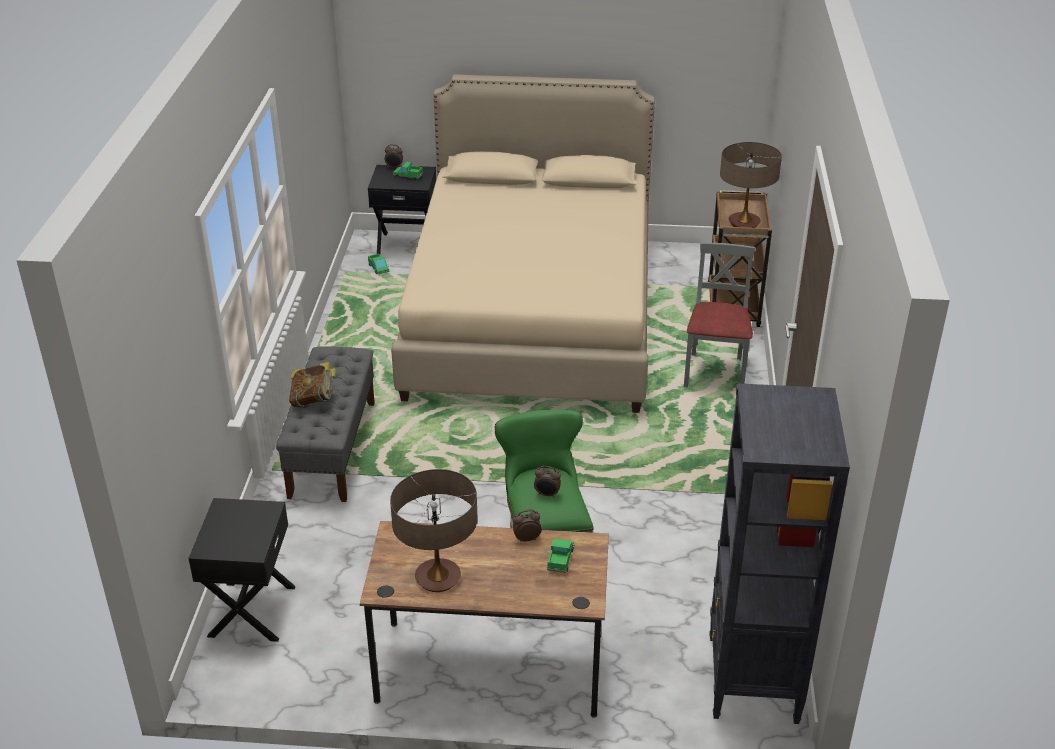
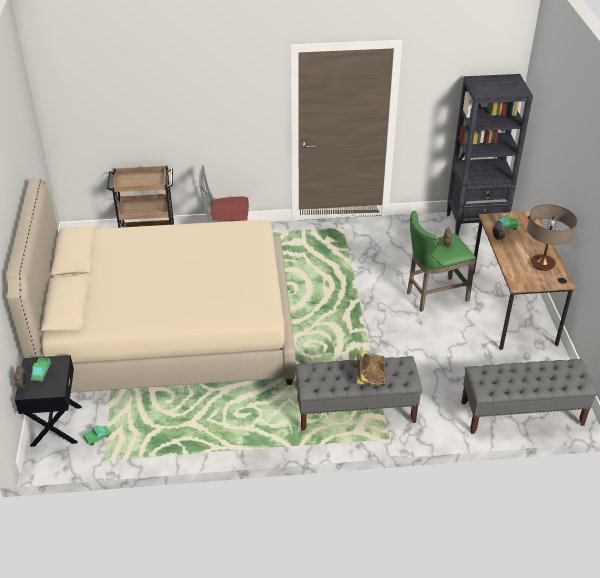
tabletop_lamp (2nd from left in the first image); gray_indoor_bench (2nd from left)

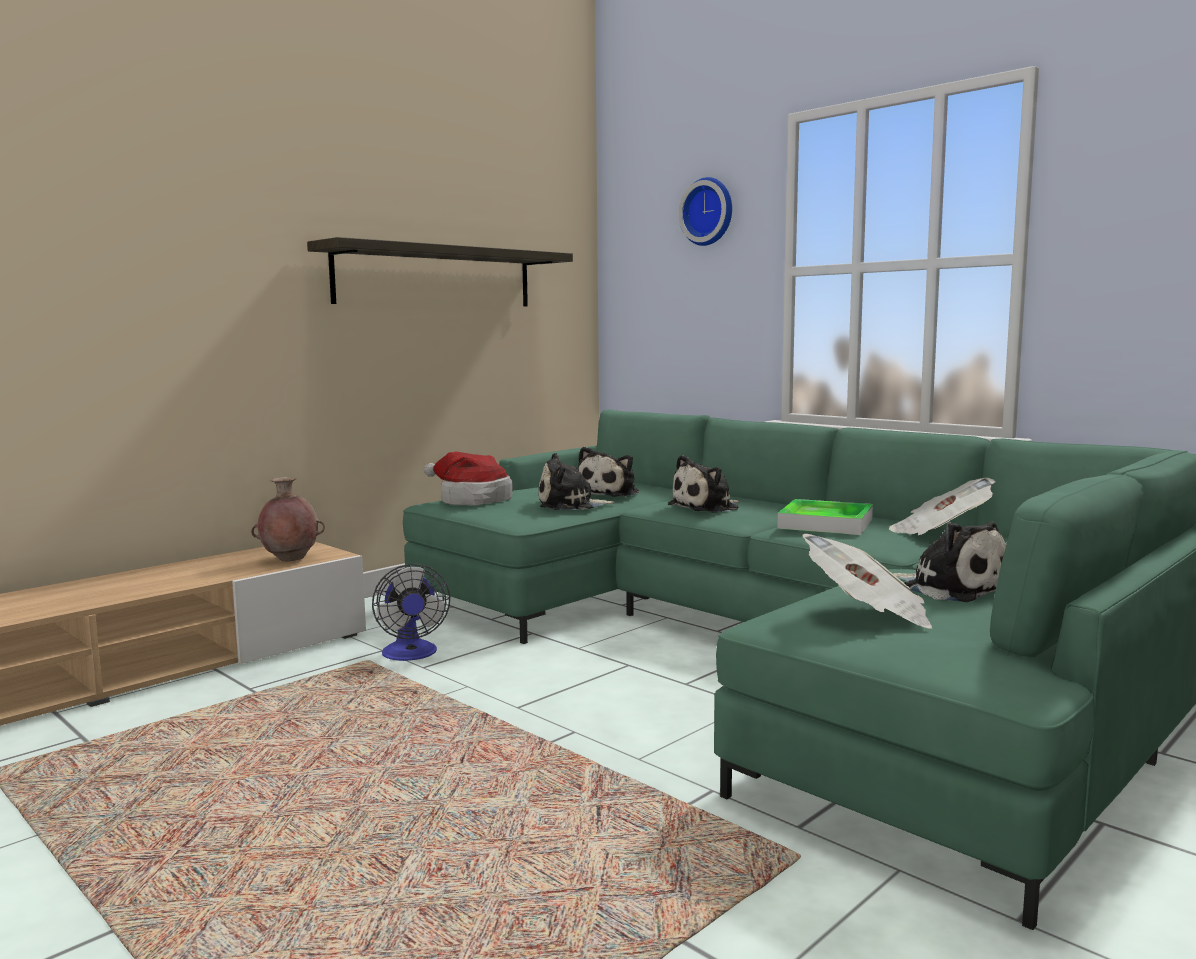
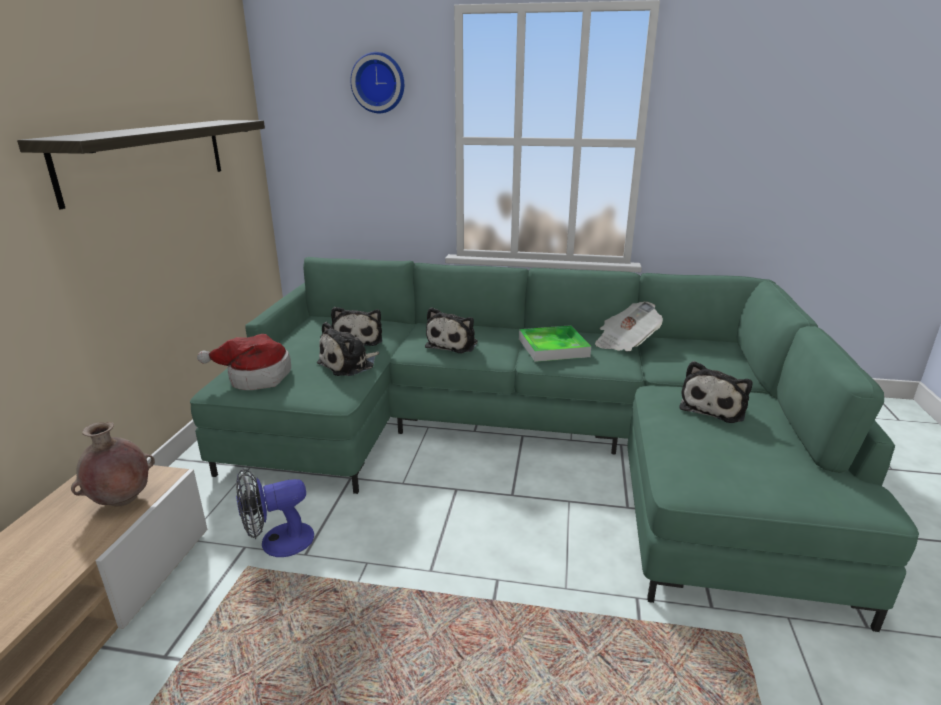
cuddly_toy (4th from left); newspaper (1st from left in the first image); fan

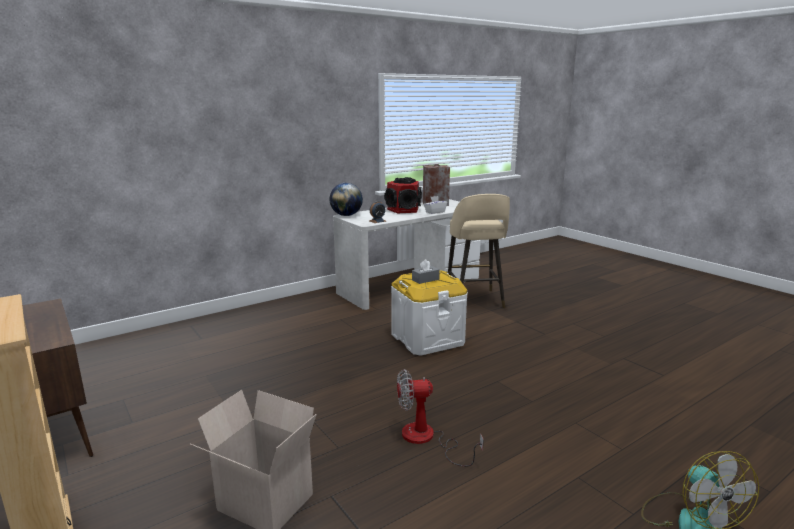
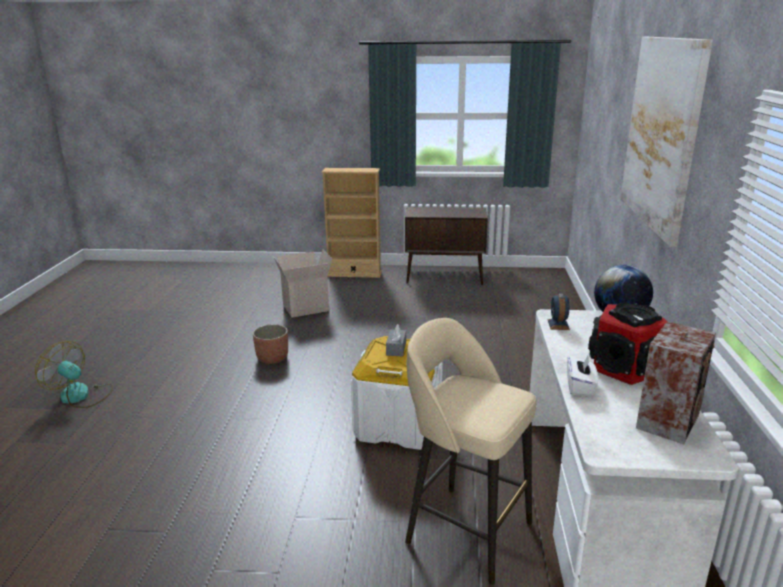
plant_pot; wall_art

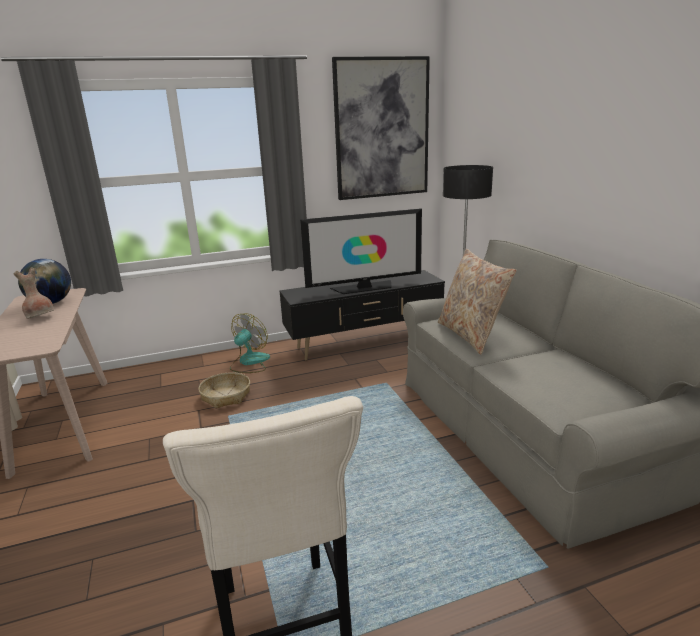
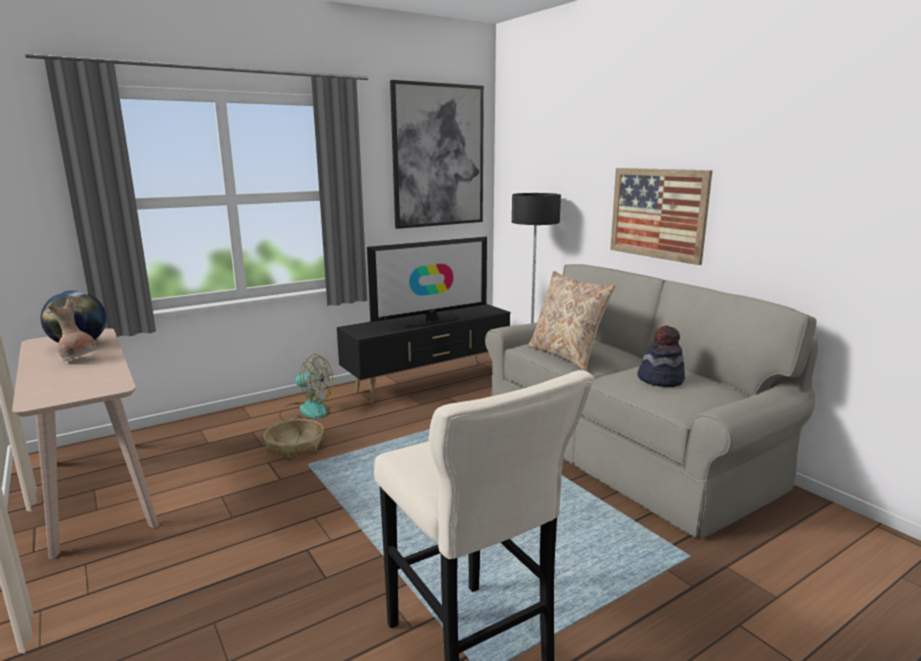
fan; wall_art (2nd from left); hat

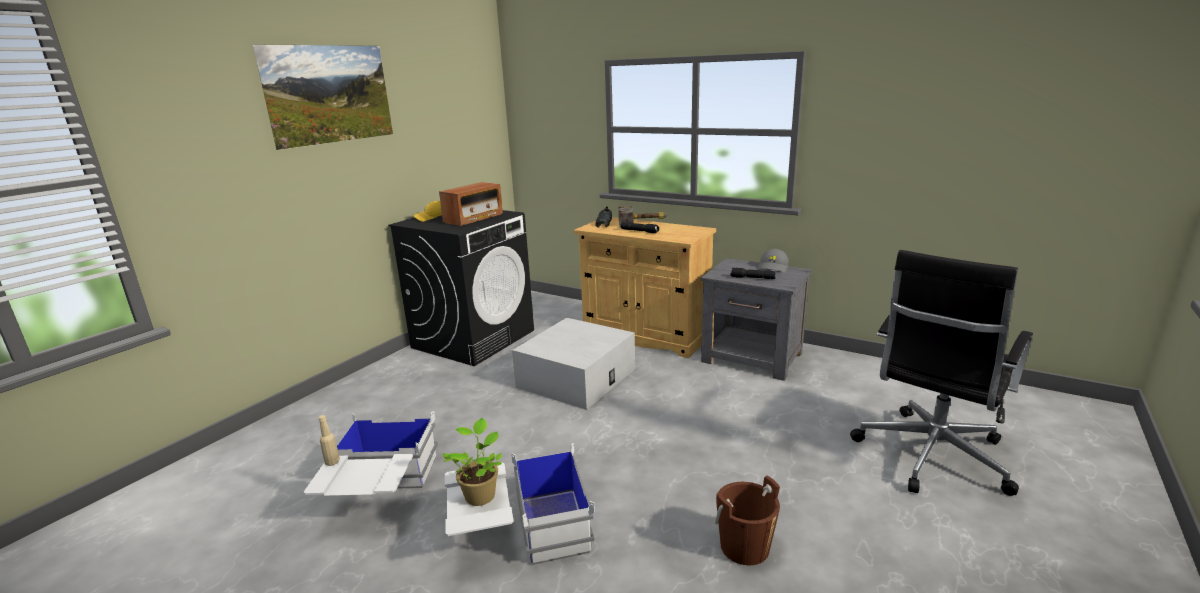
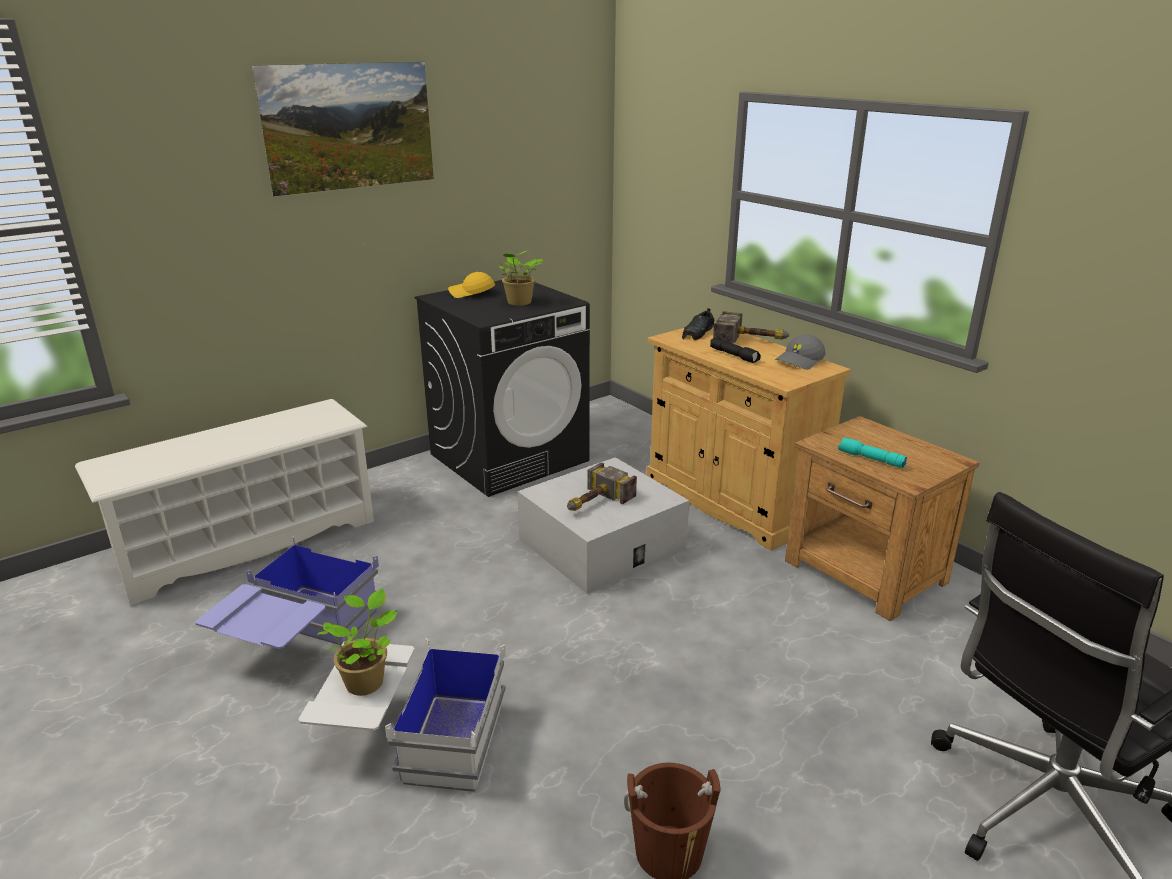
potted_plant (2nd from left); gray_peaked_cap; brown-coloured_bedside_table; blue-green_hand_torch; blue-coloured_storage_bin; beige_bottle; white_shoe_shelf; hand_hammer (1st from left)

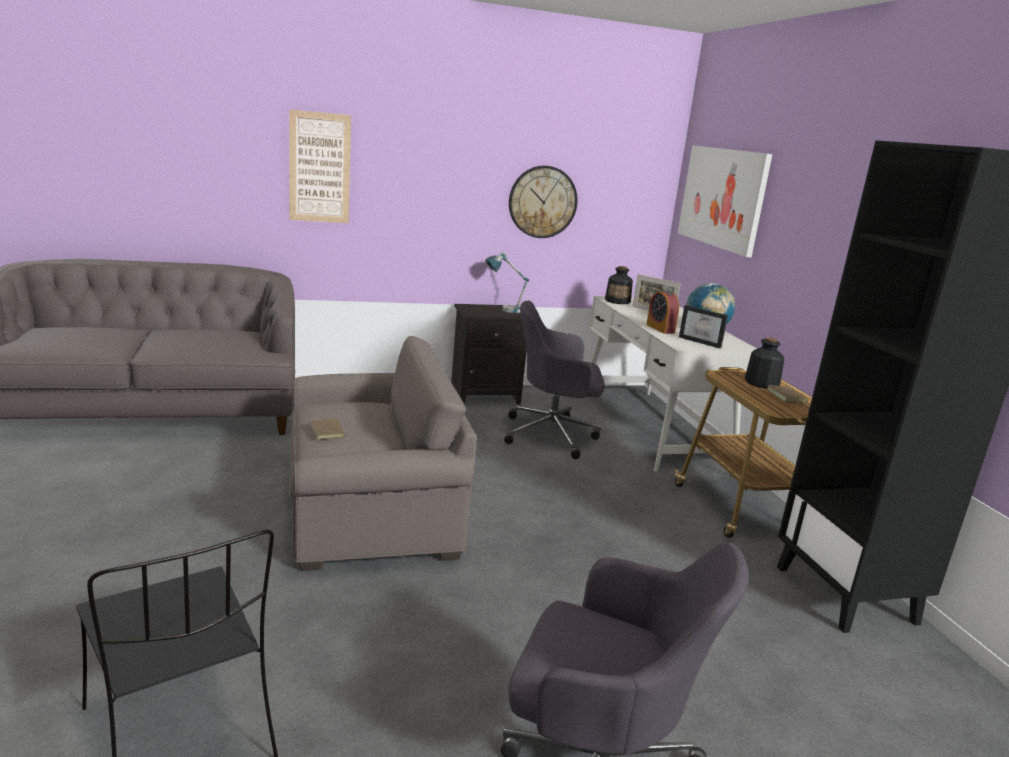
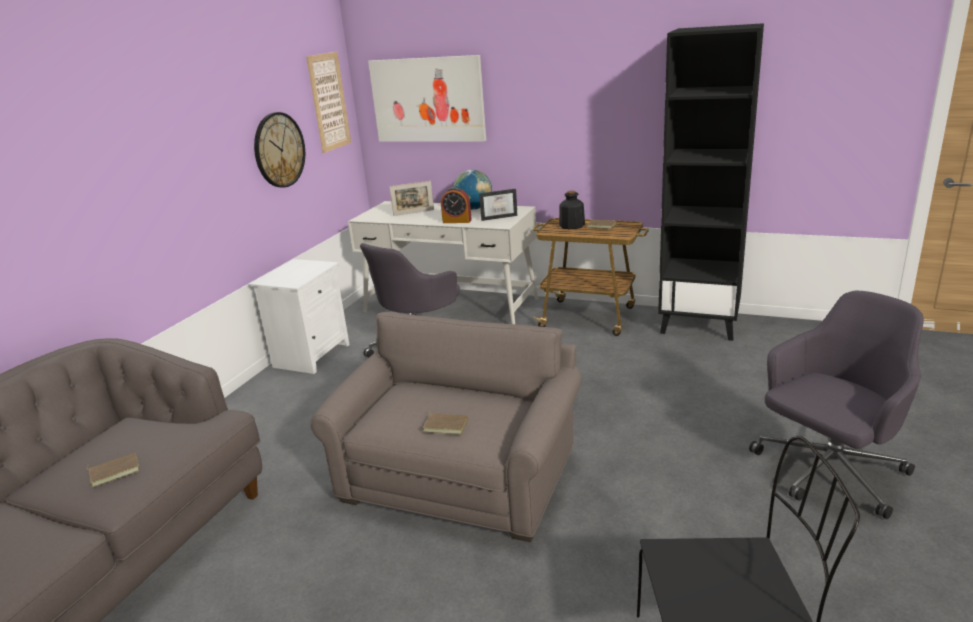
wall_art (1st from left); tabletop_lamp; bottle (1st from left in the first image); white_bedside_table; brown-coloured_book (1st from left)

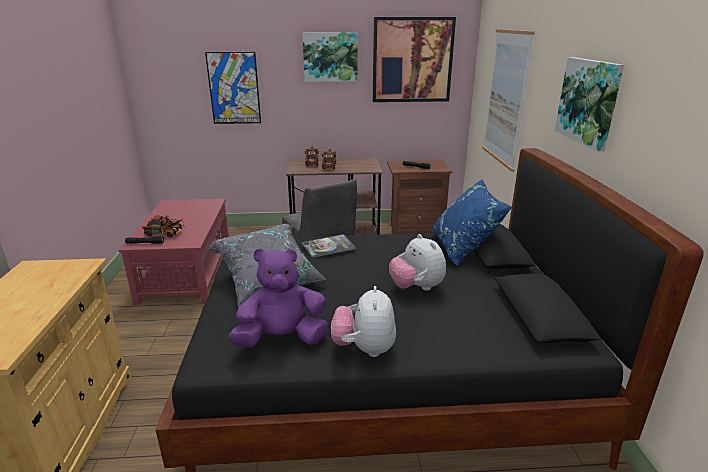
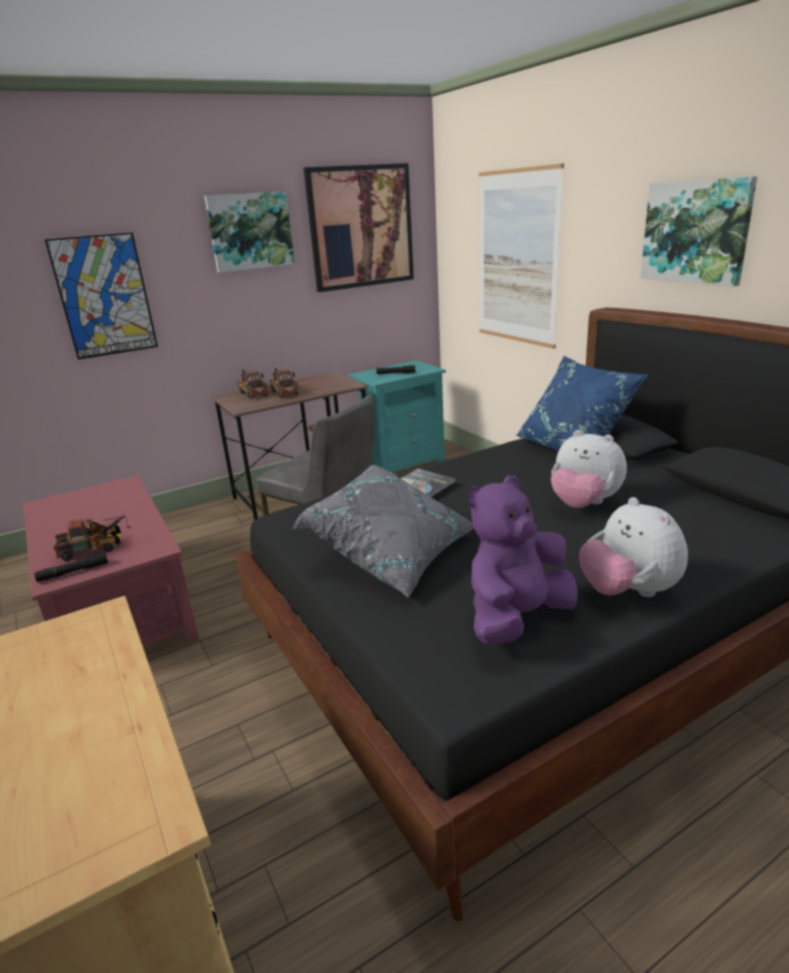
blue-green_bedside_table

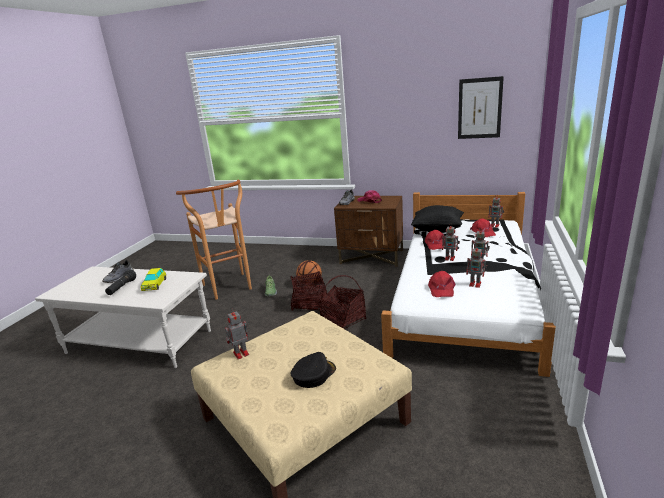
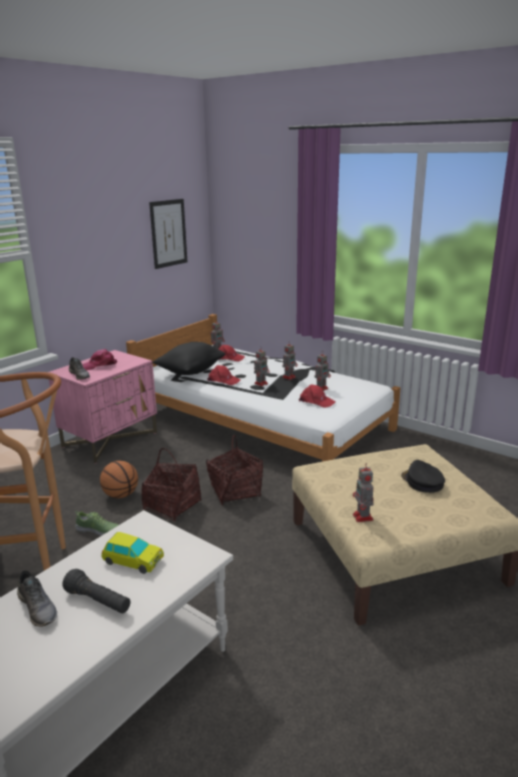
pink-coloured_bedside_table

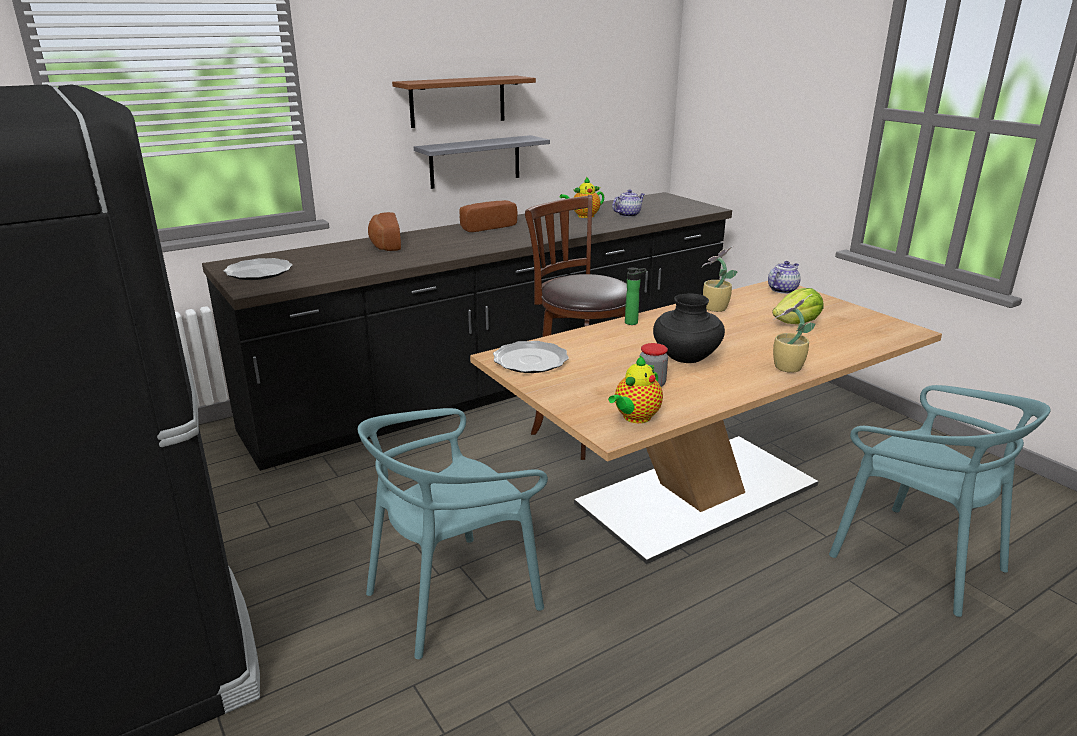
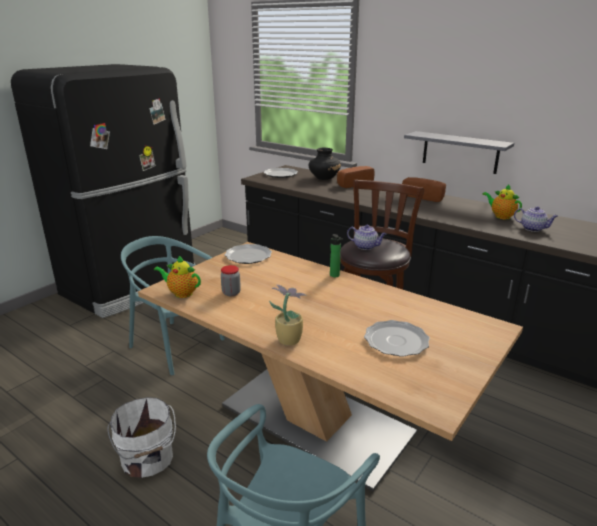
brown-coloured_shelf; potted_plant (1st from left in the first image); teapot (2nd from left); flat_dish (3rd from left); blackish_vase; white_pail

